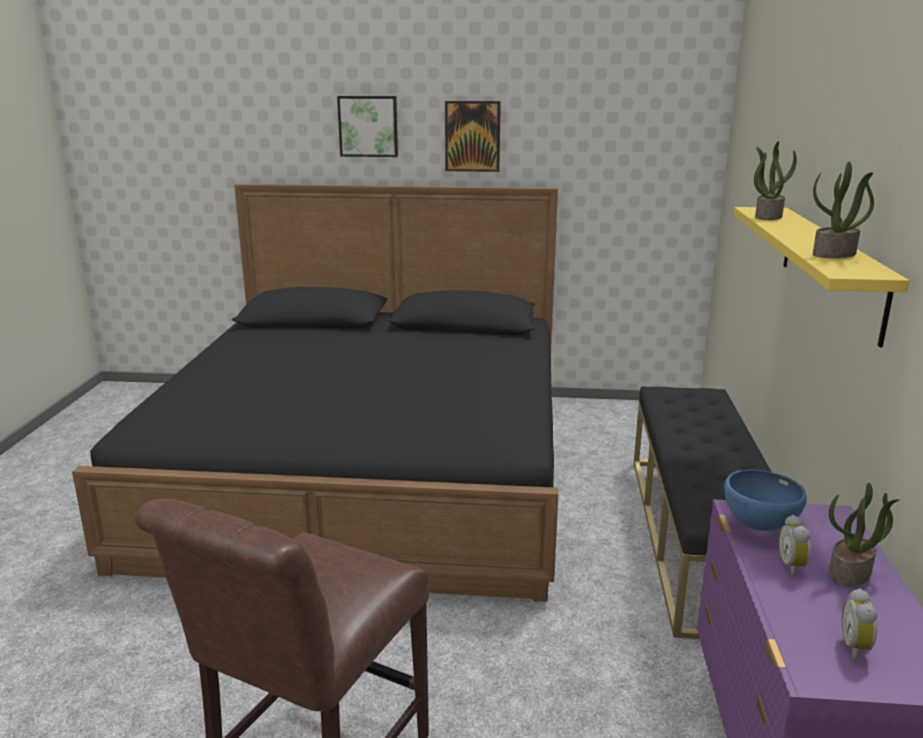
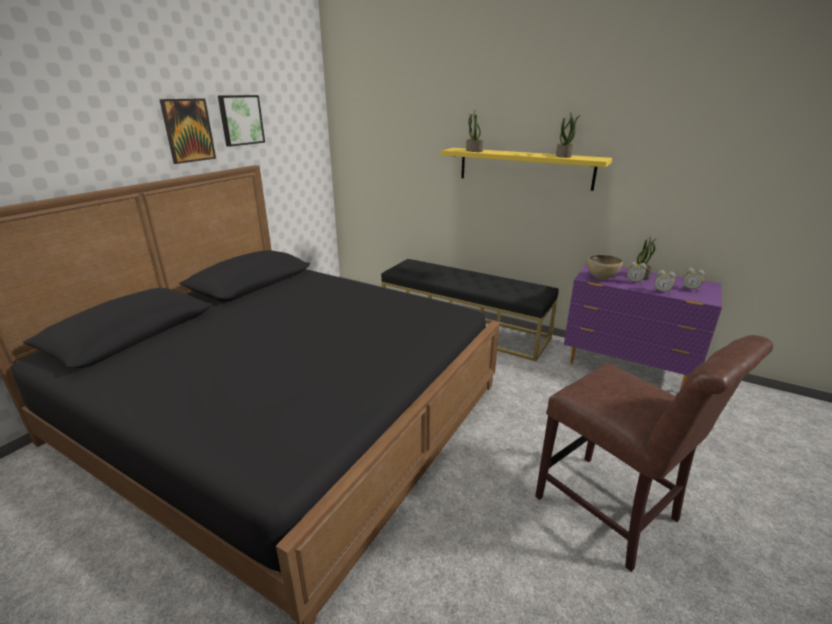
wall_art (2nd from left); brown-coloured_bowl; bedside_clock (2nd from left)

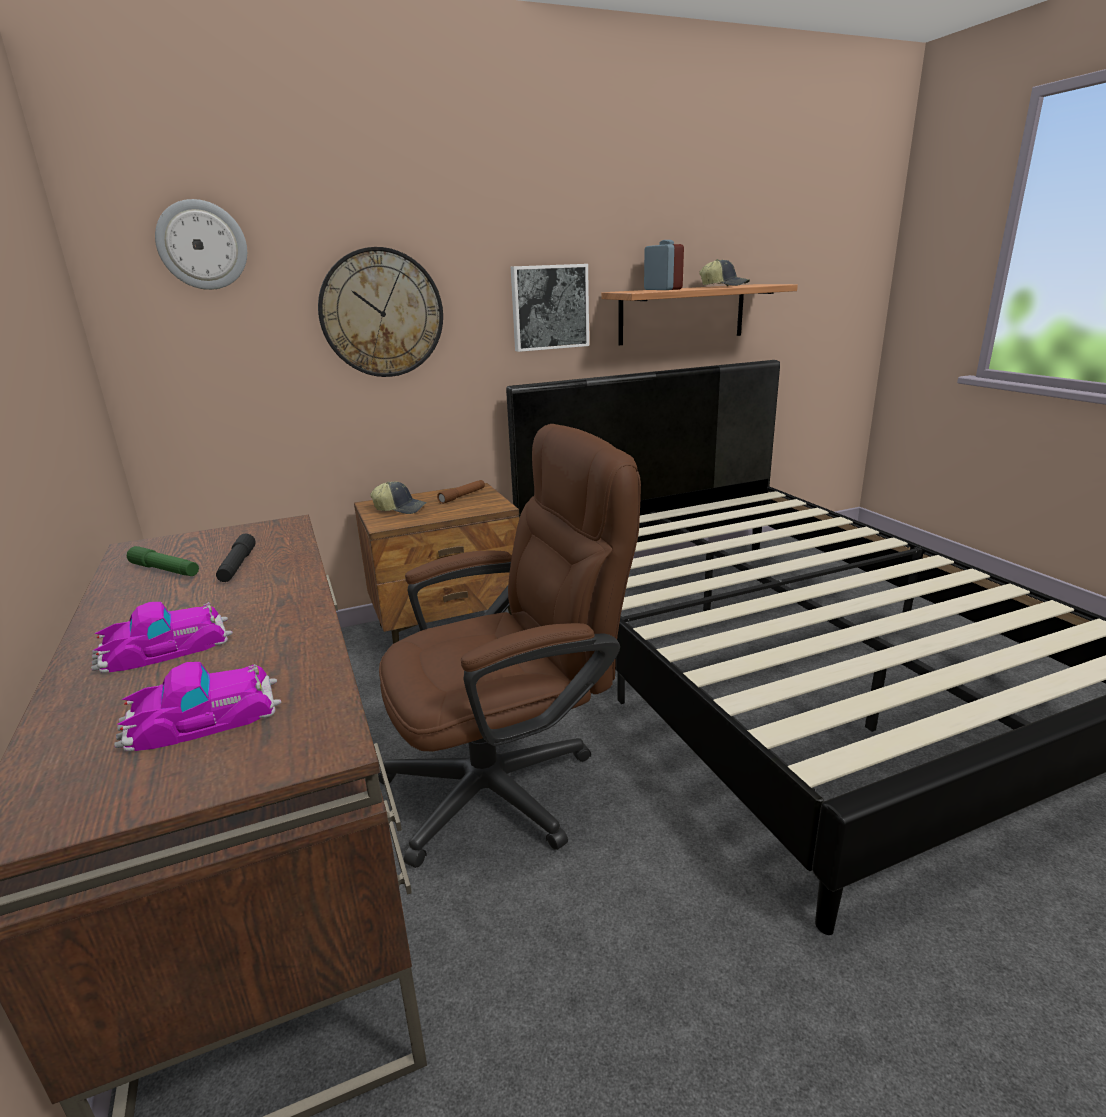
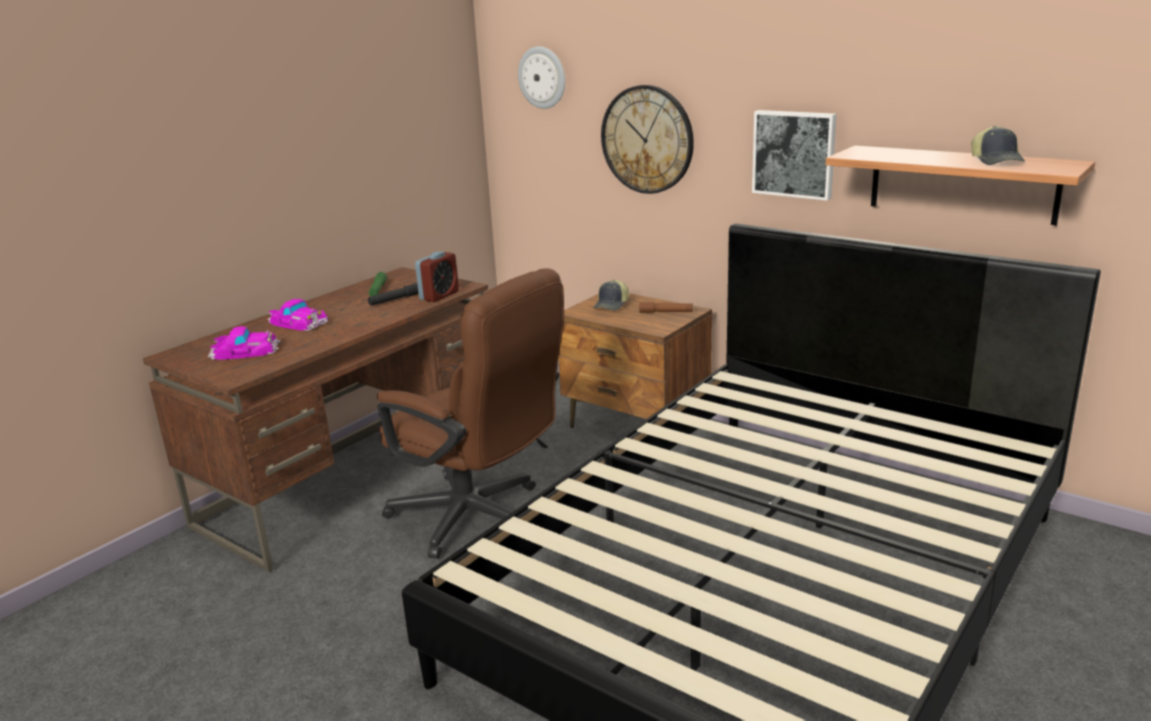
bedside_clock; peaked_cap (1st from left); model_car (1st from left)

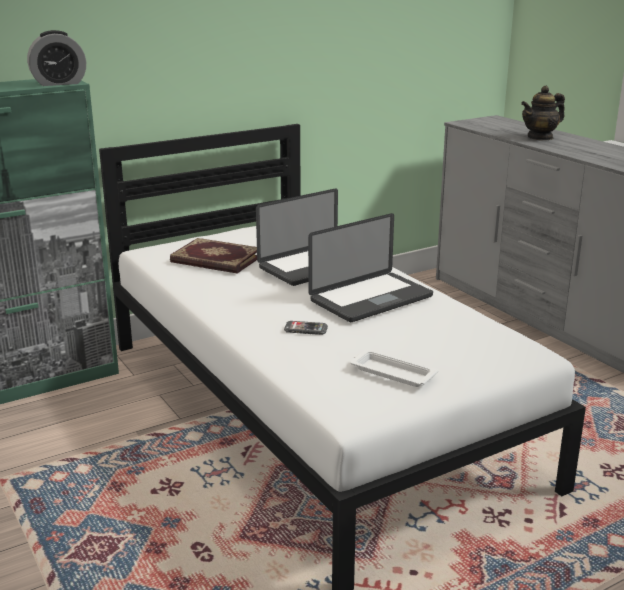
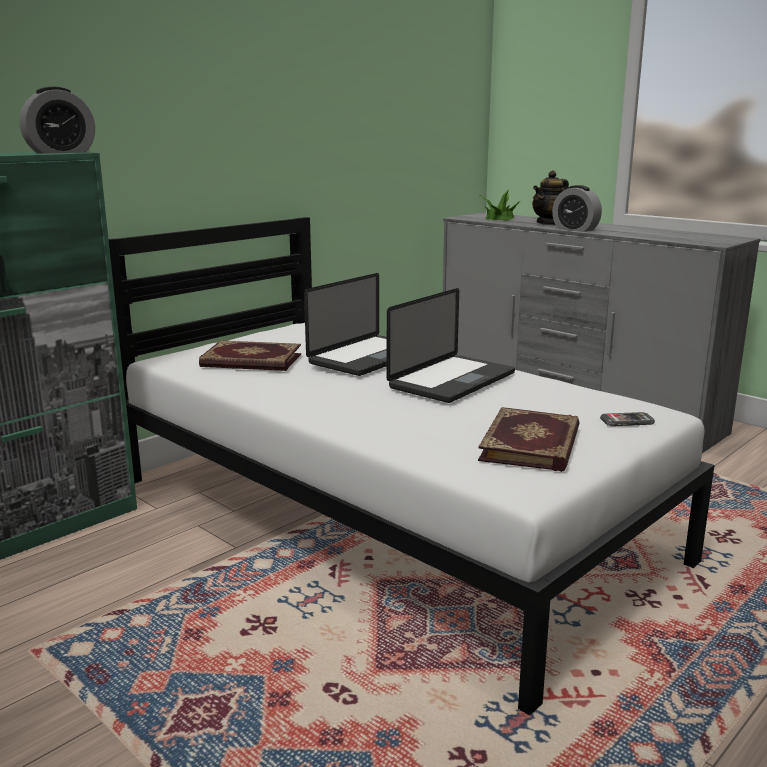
phone; book (2nd from left); bedside_clock (2nd from left); potted_plant

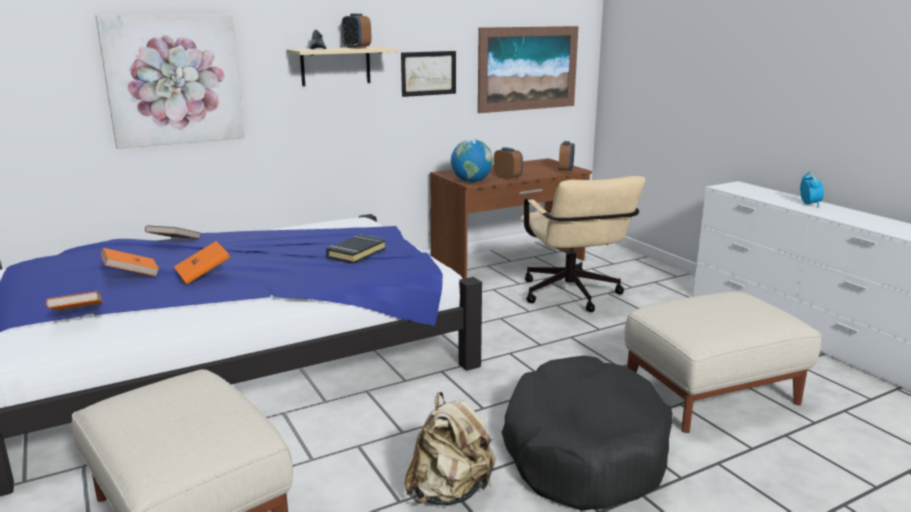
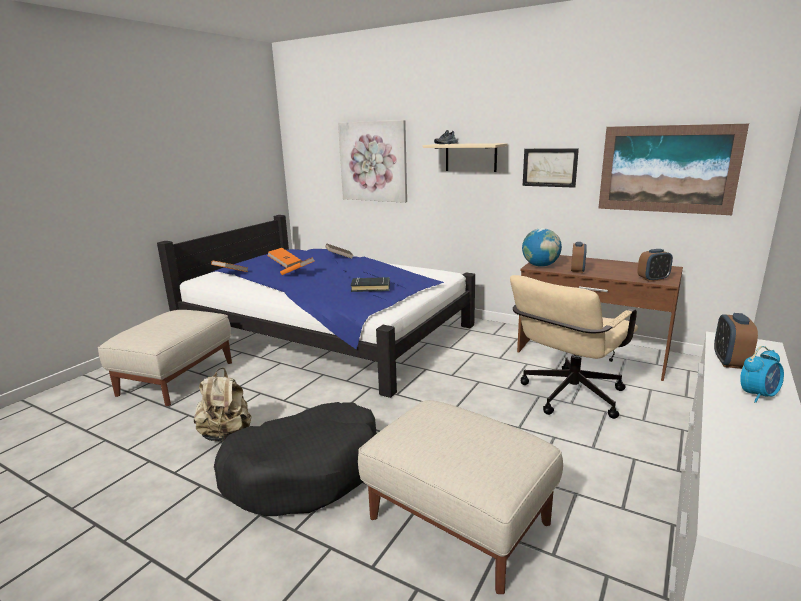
bedside_clock (3rd from left)

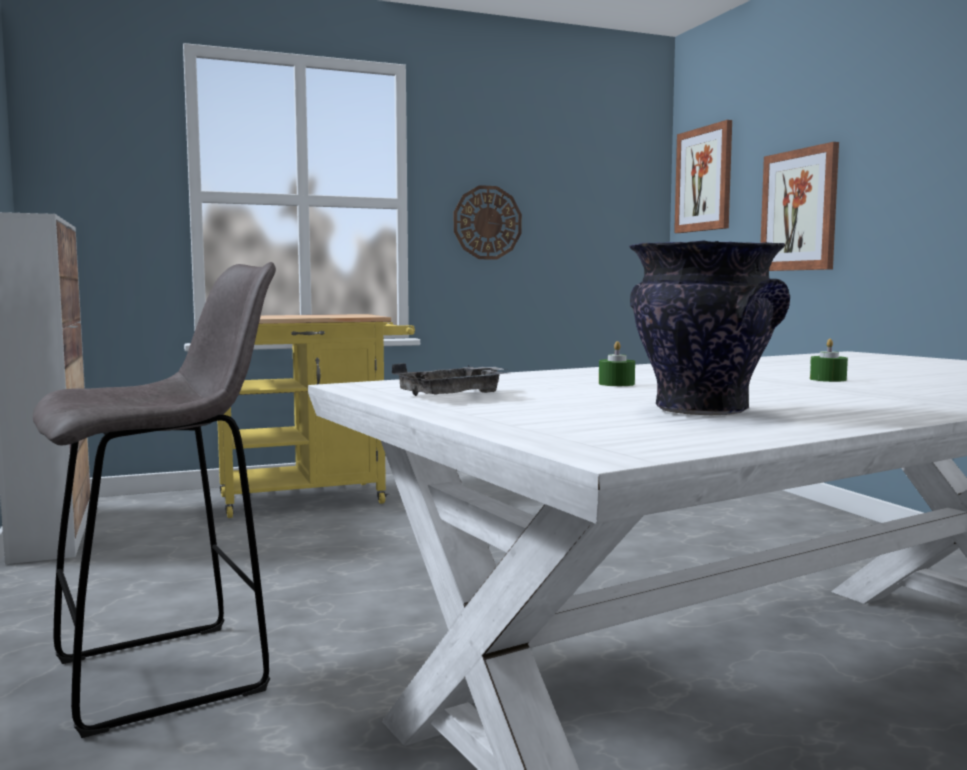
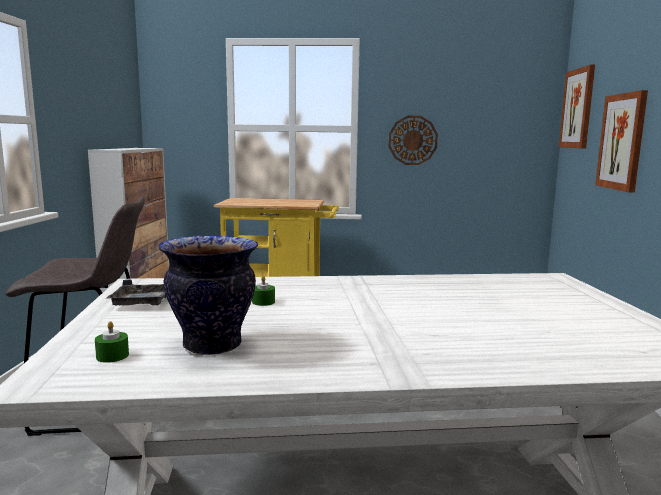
green-coloured_wax_light (1st from left)

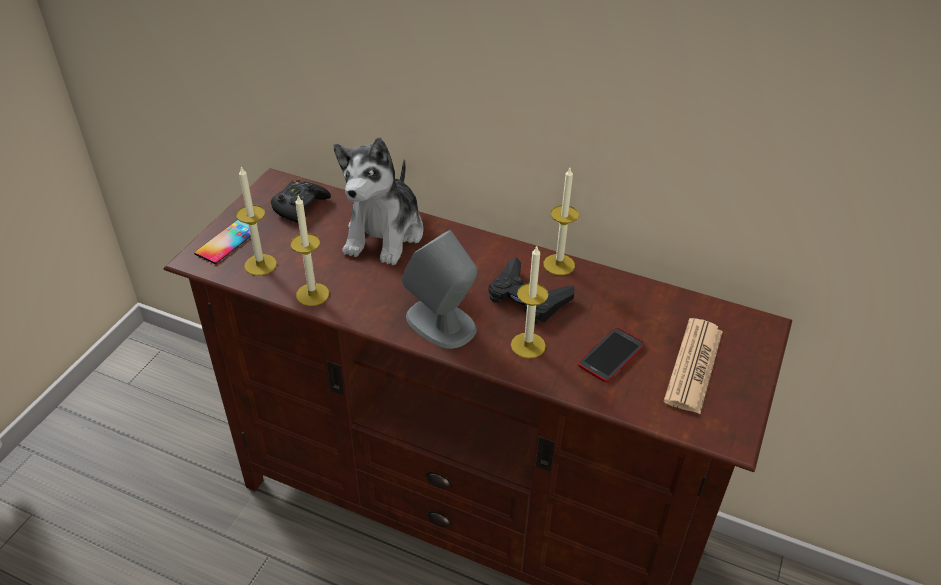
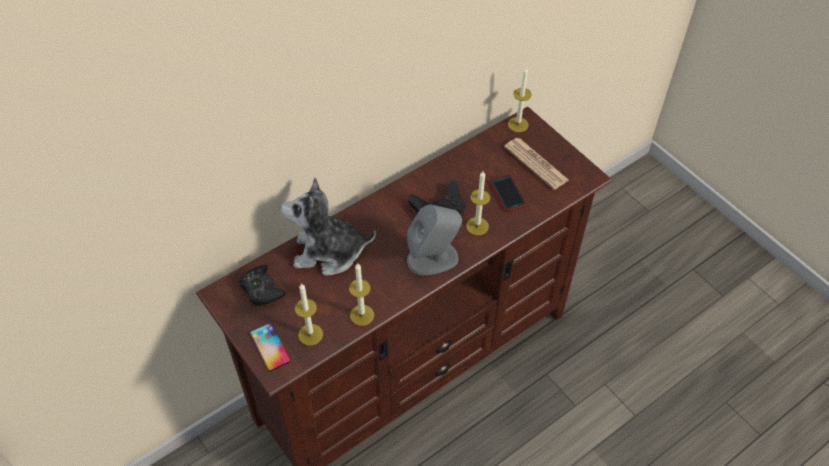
cuddly_toy; wax_light (4th from left)

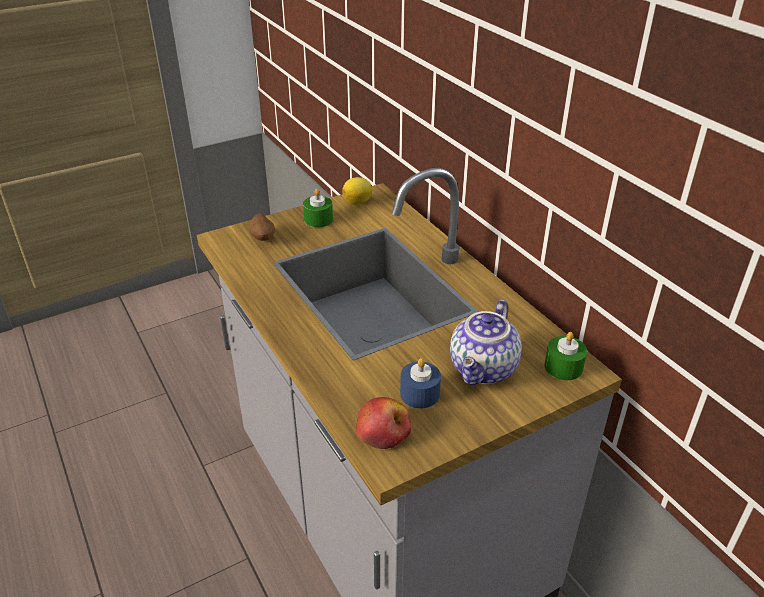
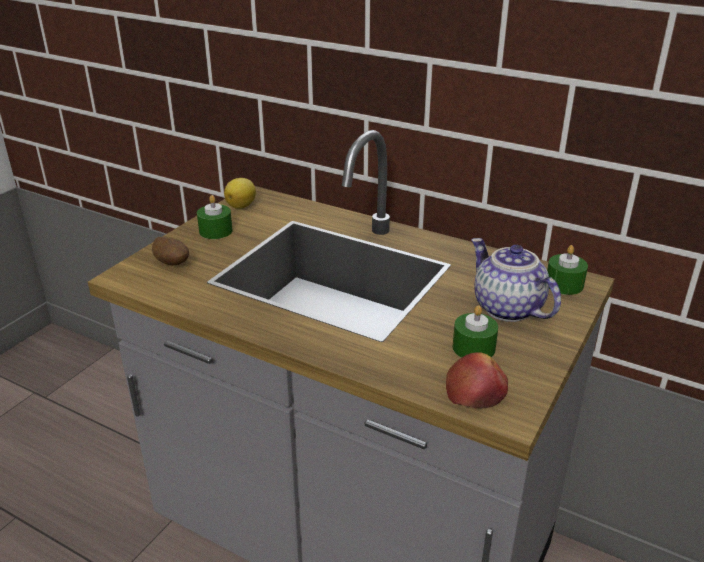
teapot; green-coloured_wax_light (2nd from left)

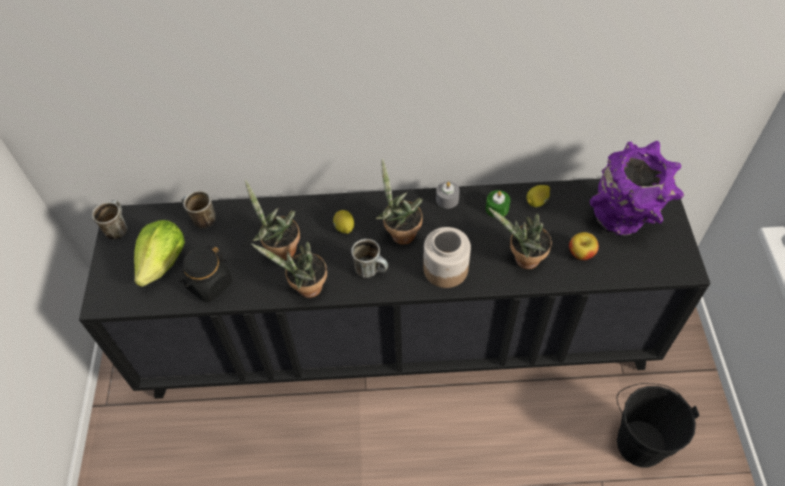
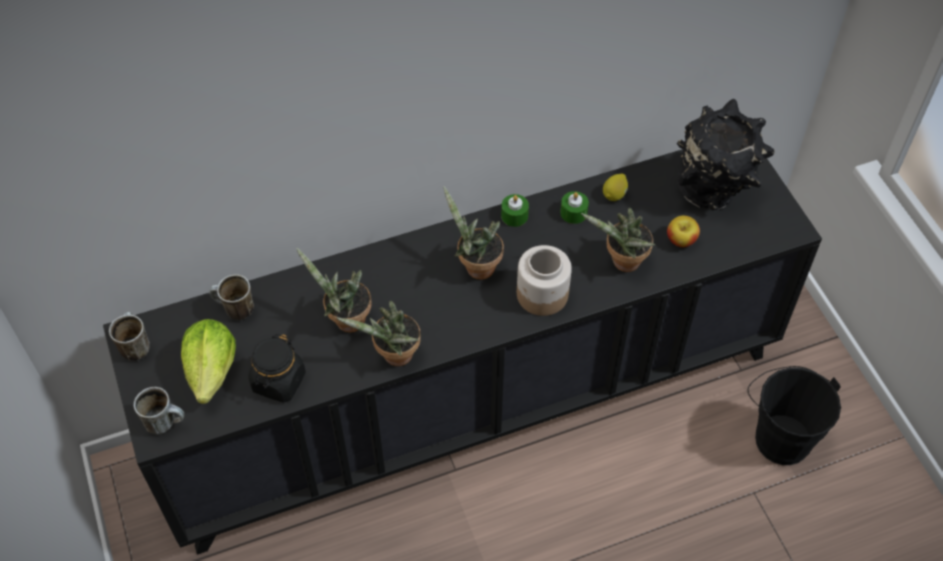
blackish_vase; green-coloured_wax_light (1st from left); citrus_fruit (1st from left in the first image); coffee_mug (2nd from left)

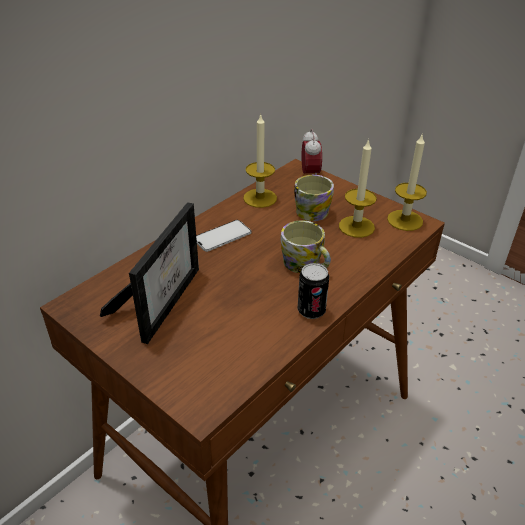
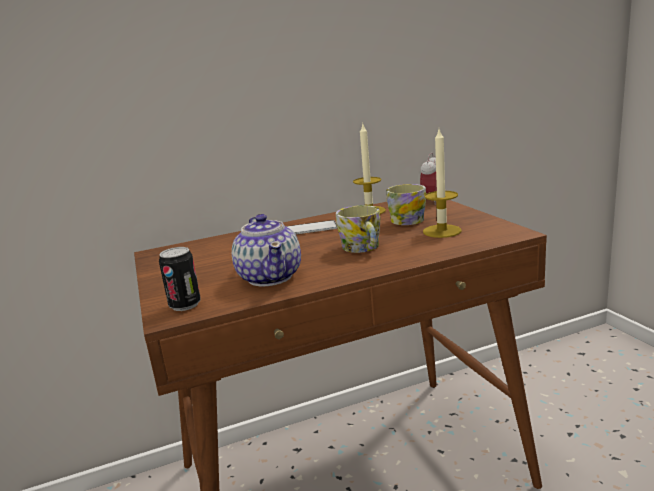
wax_light (3rd from left in the first image); photo_frame; metal_can; teapot

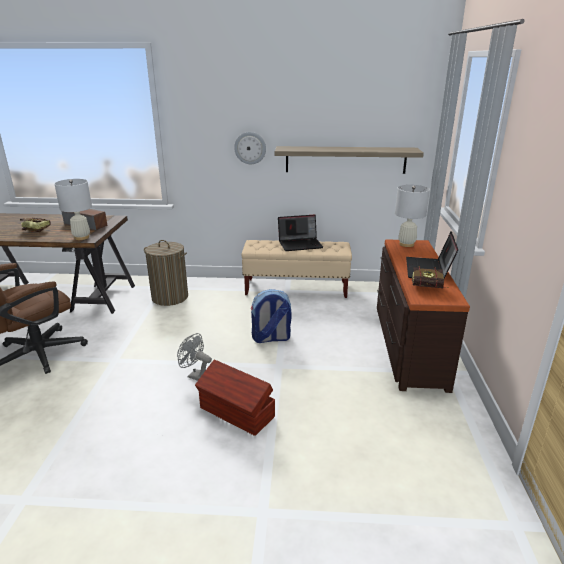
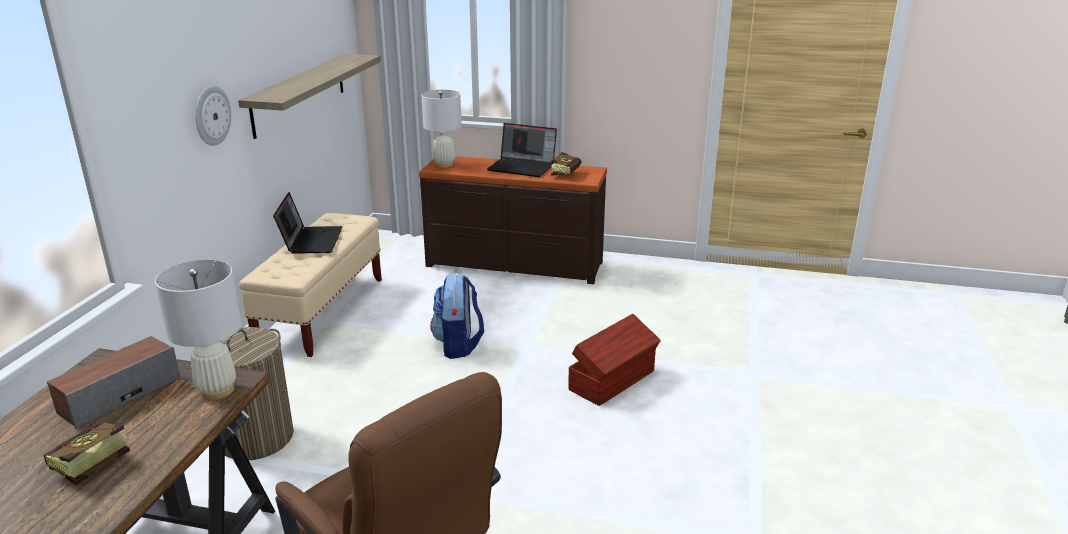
gray_fan

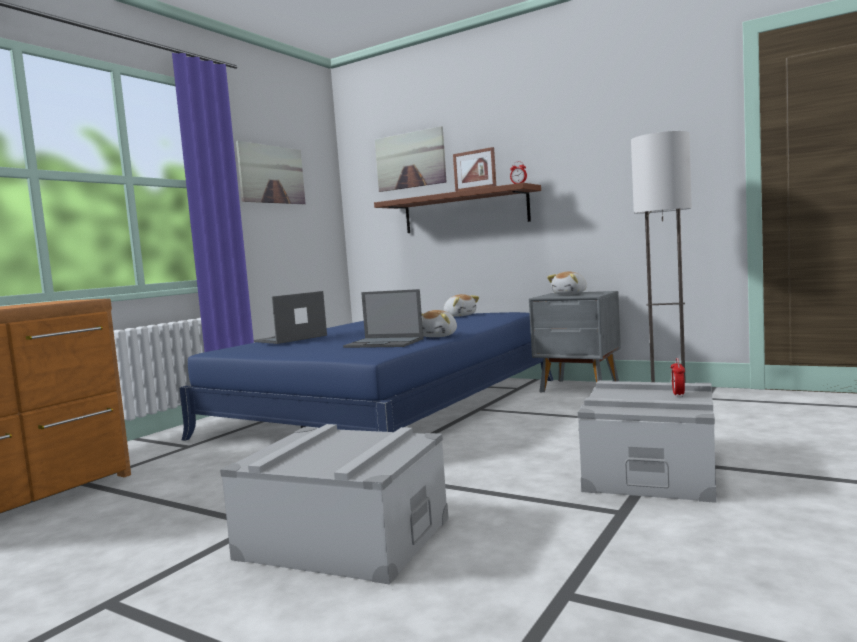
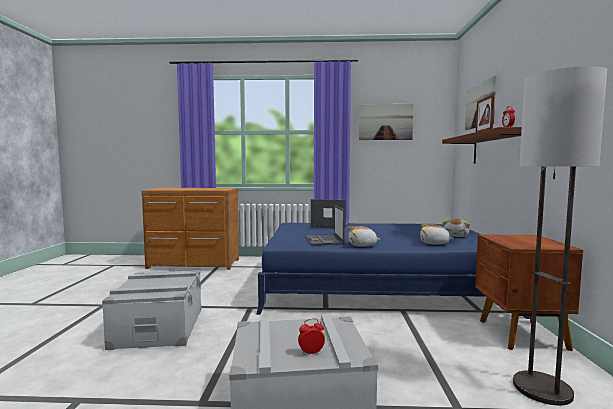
cuddly_toy (2nd from left); brown-coloured_bedside_table

